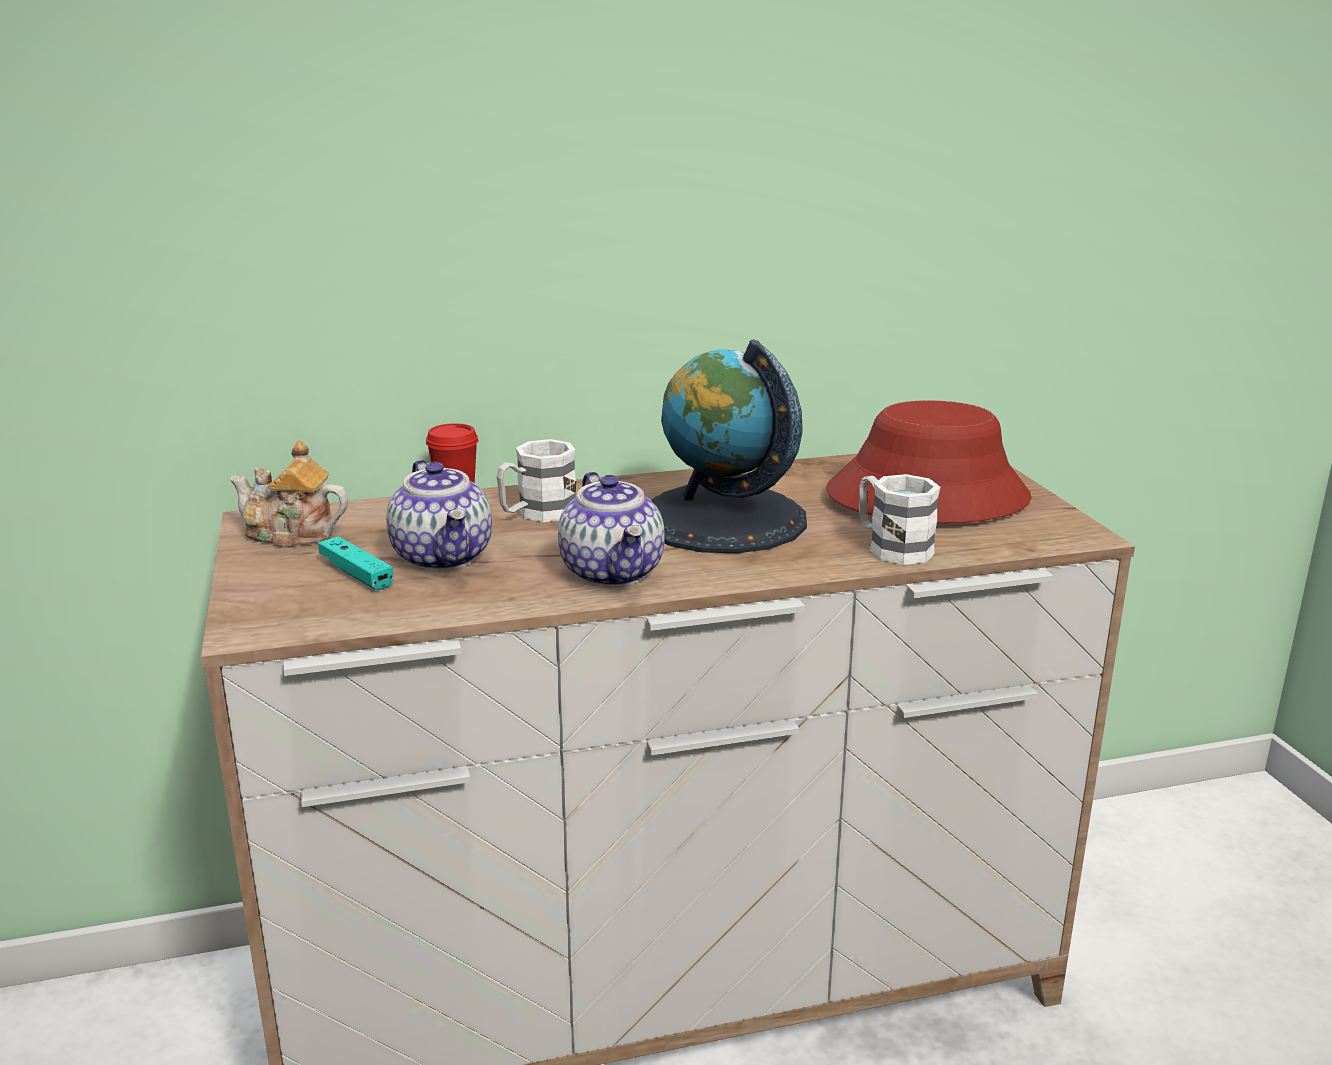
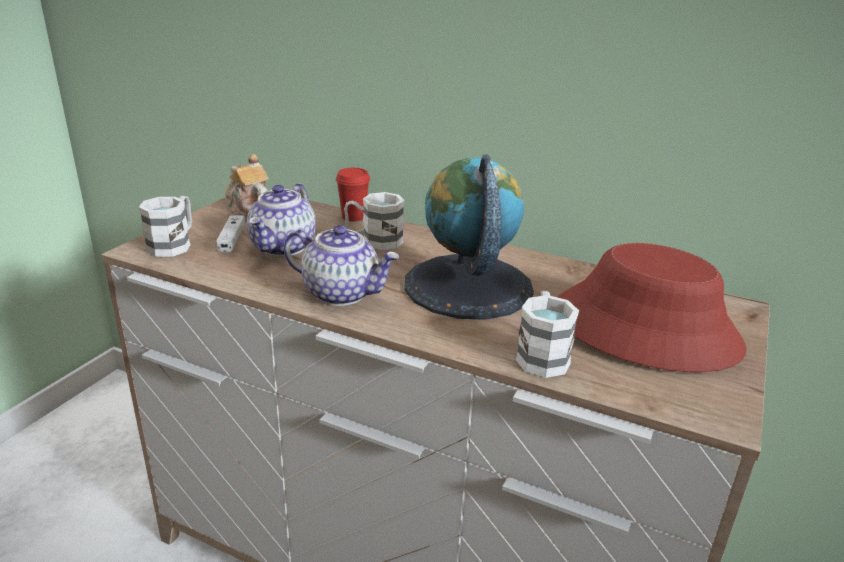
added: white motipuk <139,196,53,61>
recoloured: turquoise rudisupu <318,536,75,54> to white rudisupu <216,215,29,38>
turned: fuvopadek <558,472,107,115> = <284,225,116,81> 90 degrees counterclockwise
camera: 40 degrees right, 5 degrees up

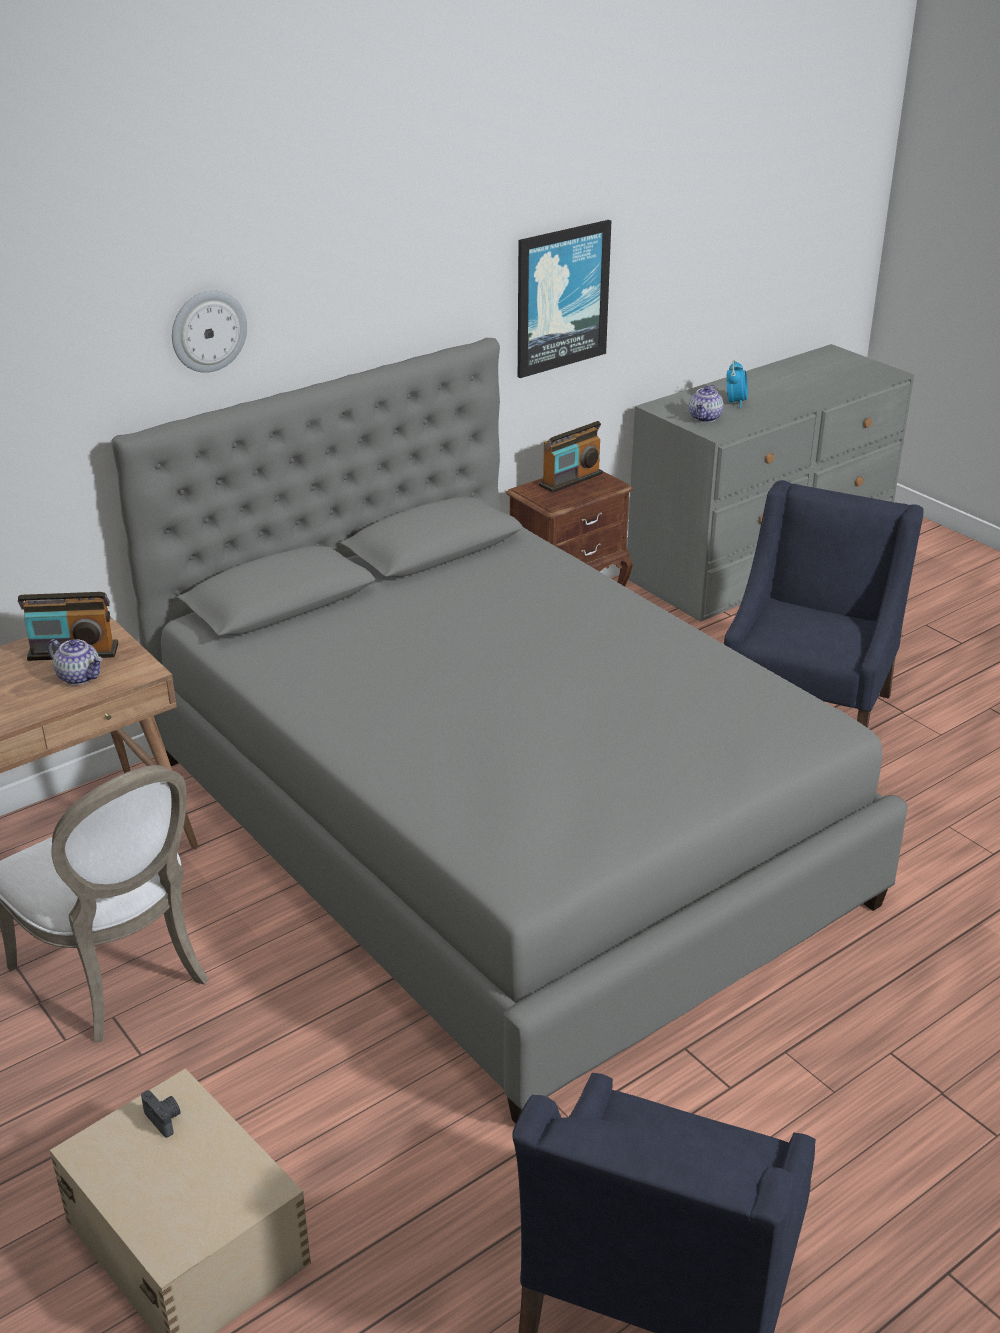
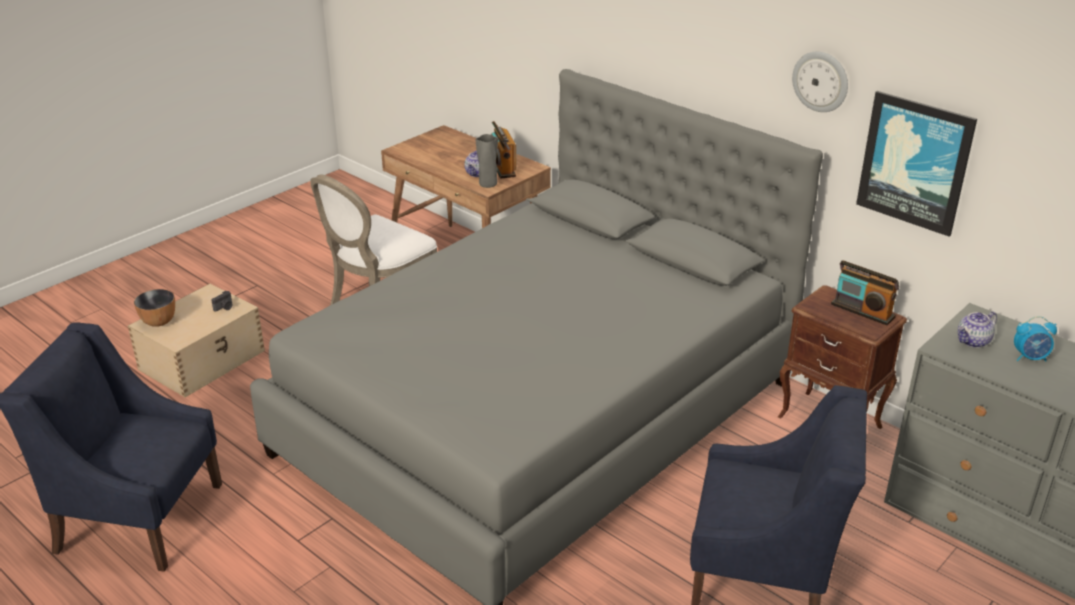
added: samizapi <134,289,41,38>; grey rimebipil <476,134,22,54>
moved: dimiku <172,291,75,82> to <792,52,56,60>
turned: fuvopadek <689,385,34,37> = <958,311,39,37> 45 degrees counterclockwise
camera: 80 degrees right, 0 degrees up

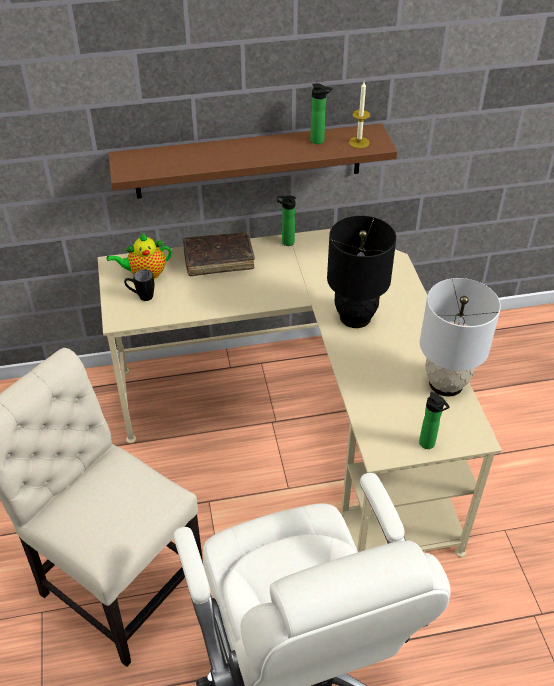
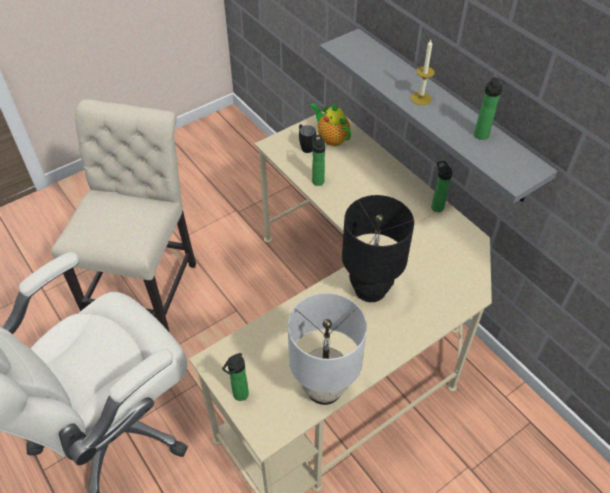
removed: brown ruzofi <183,232,72,44>
added: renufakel <312,135,14,51>
moved: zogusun <349,82,21,66> to <411,40,24,65>
recoloured: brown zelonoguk <108,123,289,76> to grey zelonoguk <320,28,237,176>
camera: 65 degrees right, 5 degrees up

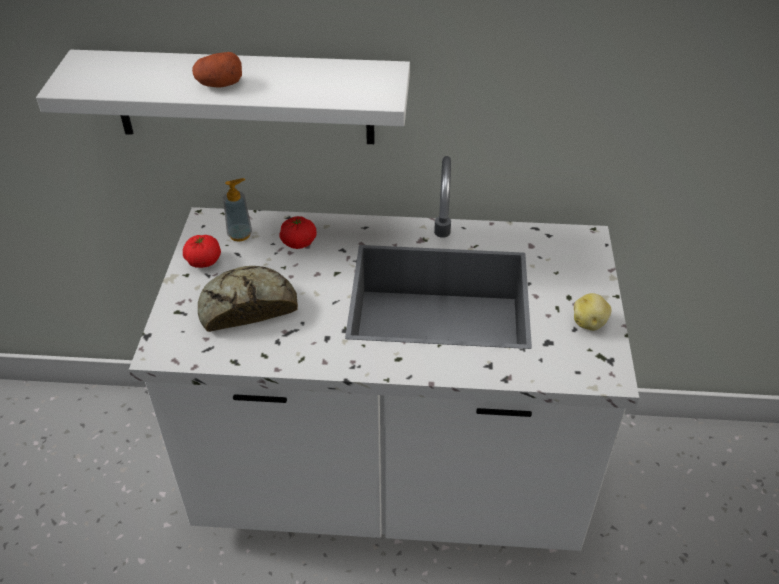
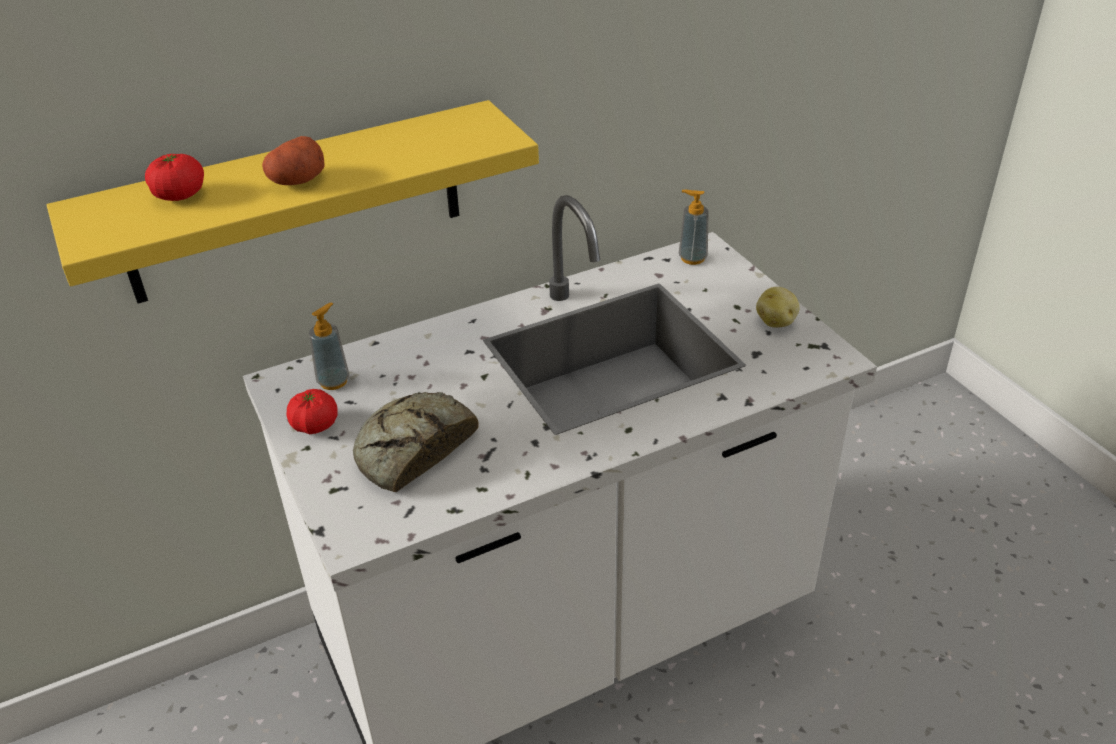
added: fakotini <679,190,30,75>
moved: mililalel <279,216,38,33> to <145,154,59,47>
recoloured: white zelonoguk <36,50,374,94> to yellow zelonoguk <47,100,492,204>
camera: 30 degrees left, 5 degrees down

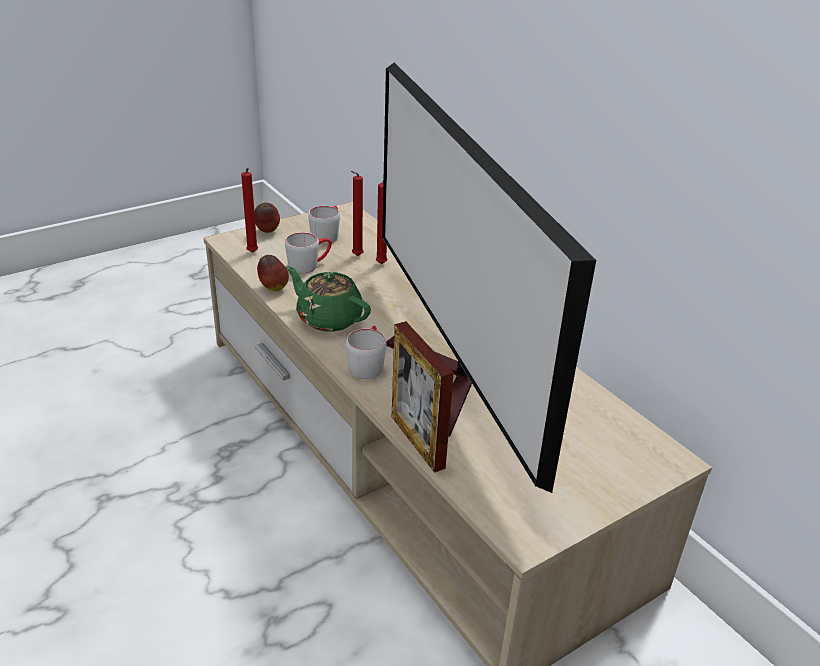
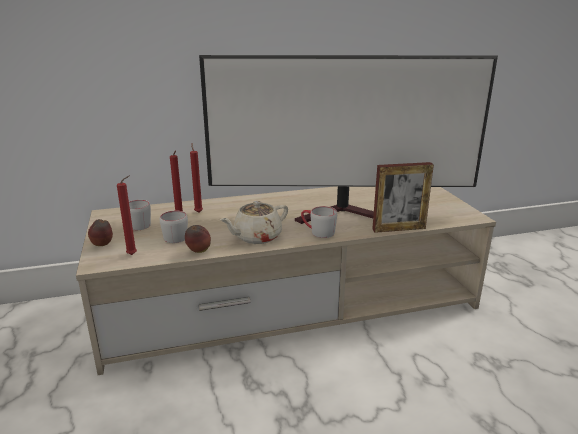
recoloured: green fuvopadek <286,266,85,66> to beige fuvopadek <220,201,68,43>
camera: 70 degrees left, 10 degrees down

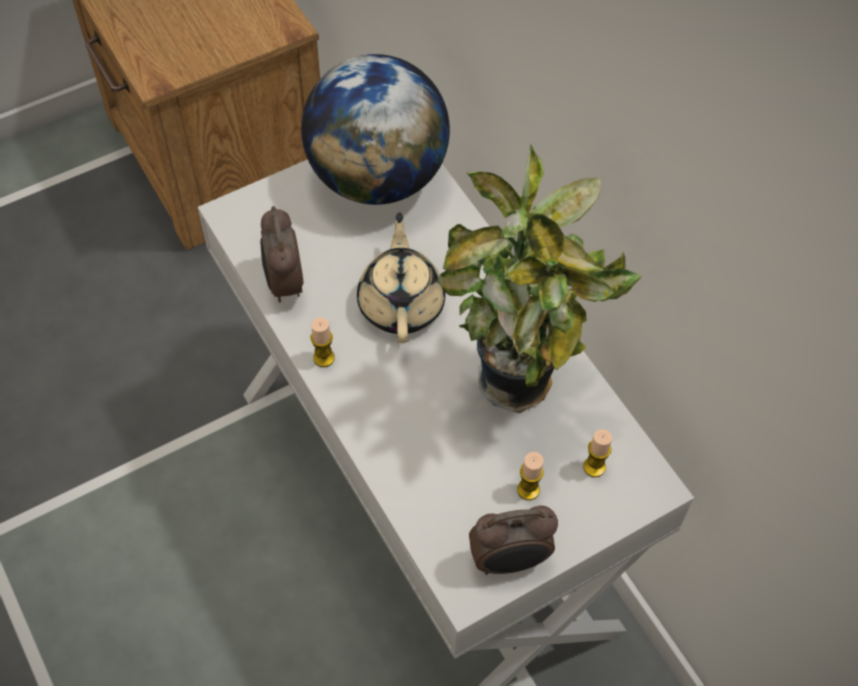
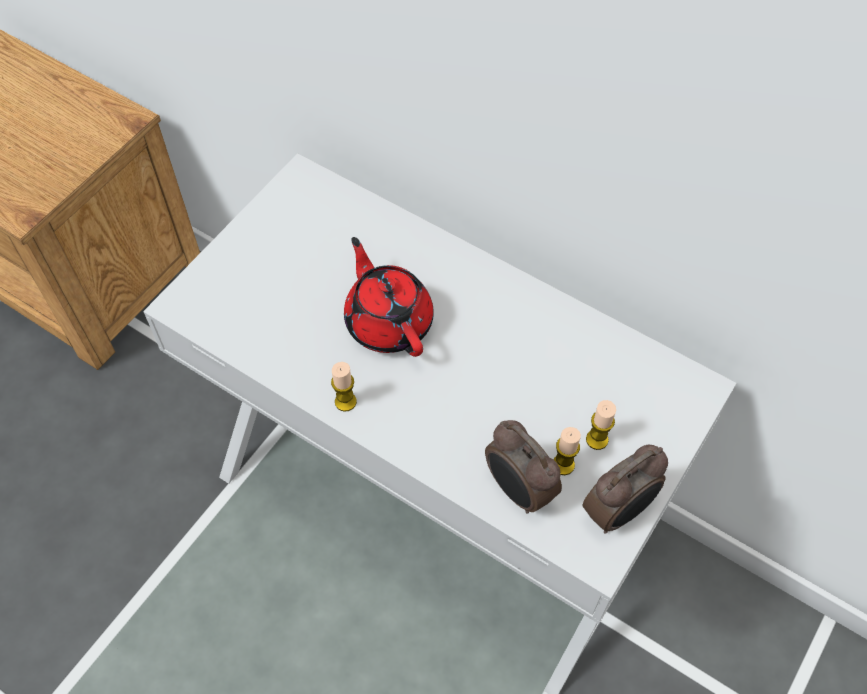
removed: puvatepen <301,54,149,151>; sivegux <437,143,205,270>
moved: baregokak <260,206,44,97> to <485,420,77,93>; zogusun <583,429,29,48> to <553,427,28,48>
recoloured: beige fuvopadek <357,212,89,131> to red fuvopadek <344,237,90,120>
camera: 25 degrees left, 0 degrees up

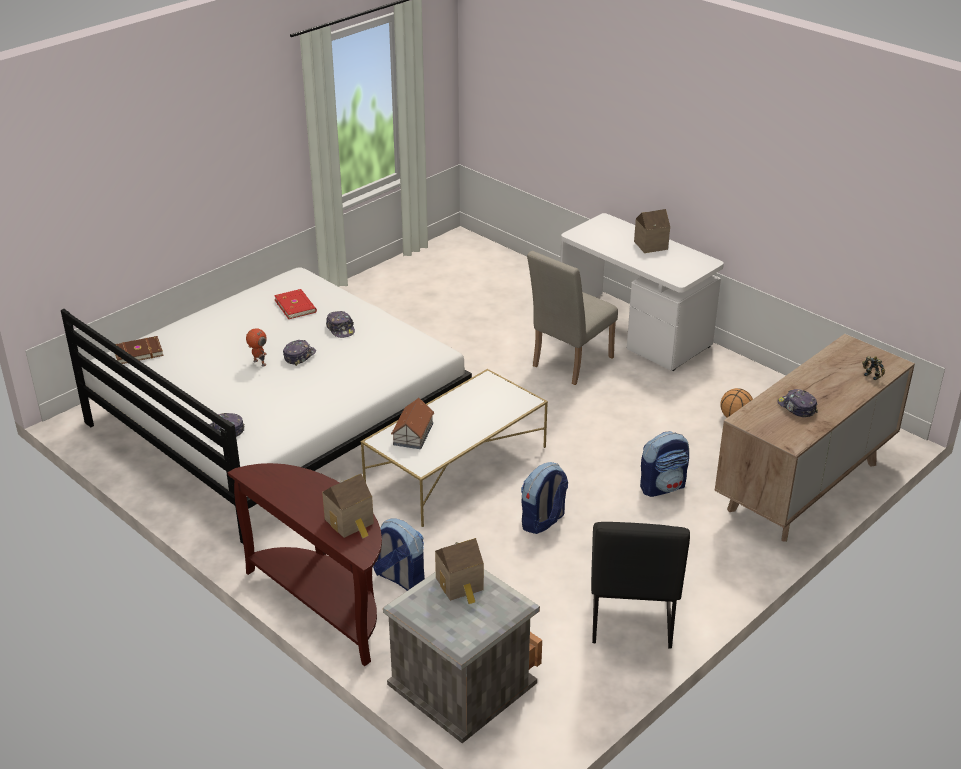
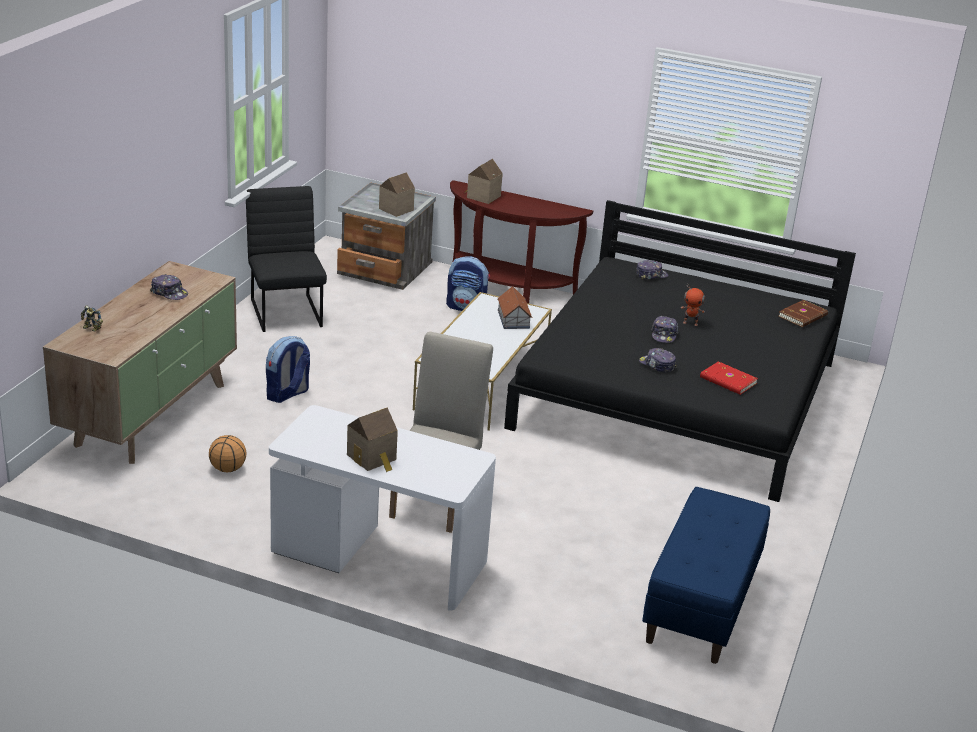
removed: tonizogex <521,462,47,72>
added: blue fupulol <642,487,128,177>
recoloured: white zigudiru <61,268,411,276> to black zigudiru <504,200,352,302>
camera: 155 degrees right, 5 degrees down

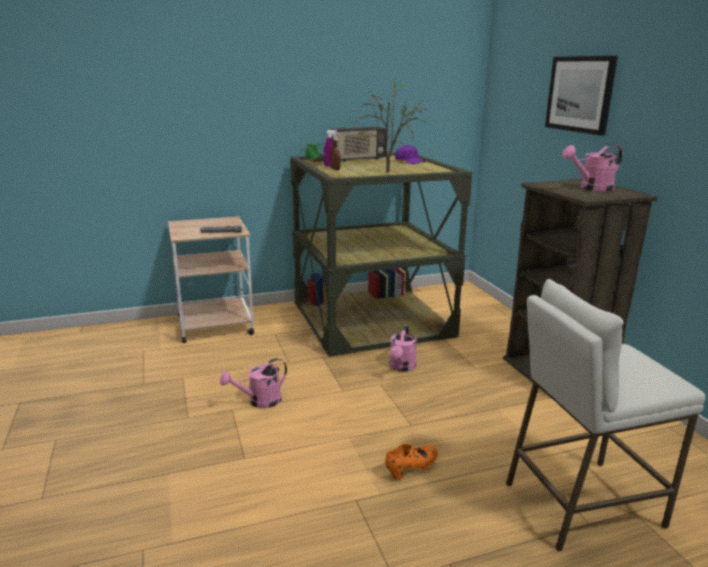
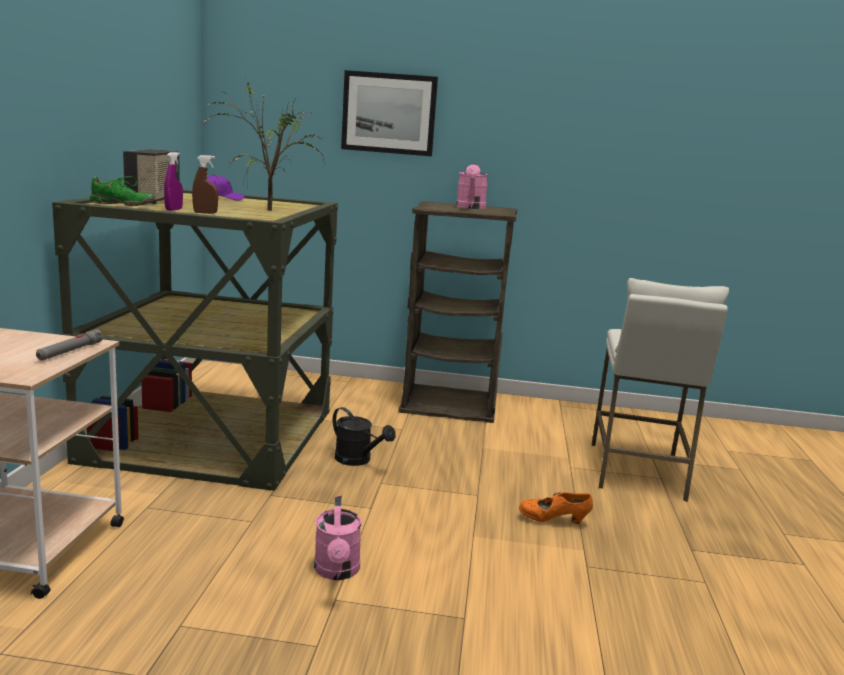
recoloured: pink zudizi <389,325,28,47> to black zudizi <333,407,62,59>
turned: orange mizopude <385,444,53,36> = <519,492,74,32> 75 degrees counterclockwise
camera: 65 degrees left, 5 degrees down

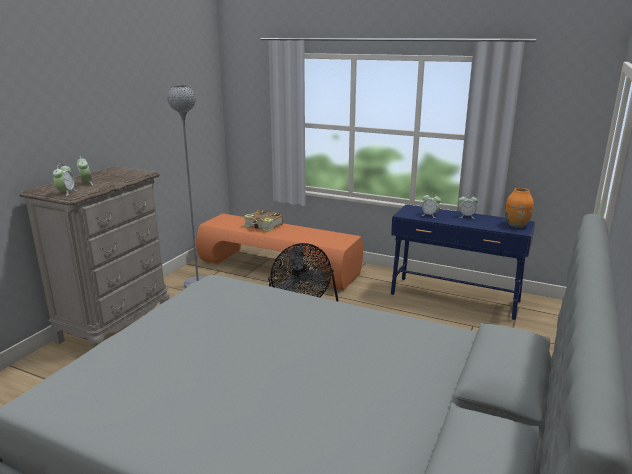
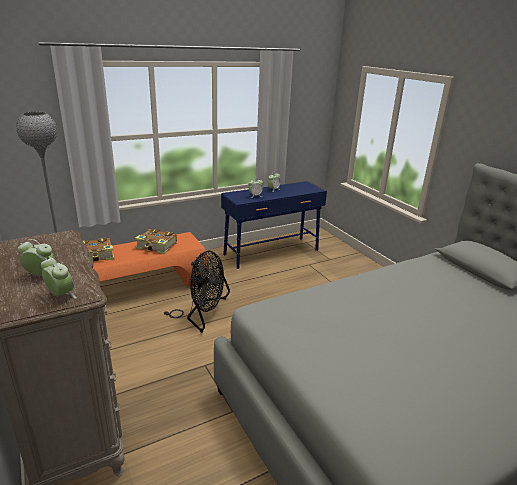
removed: orange rimebipil <505,188,29,40>
added: ruzofi <135,229,42,25>
camera: 55 degrees left, 5 degrees up

